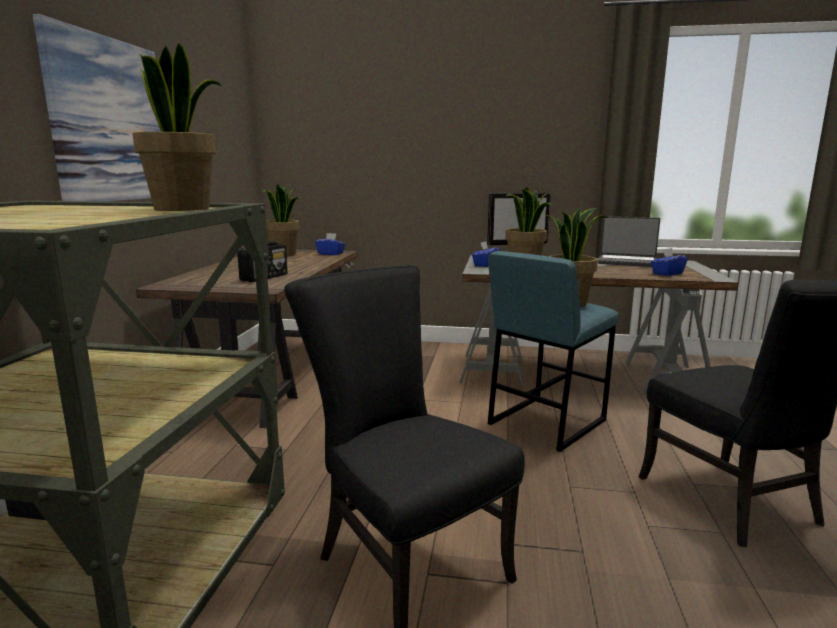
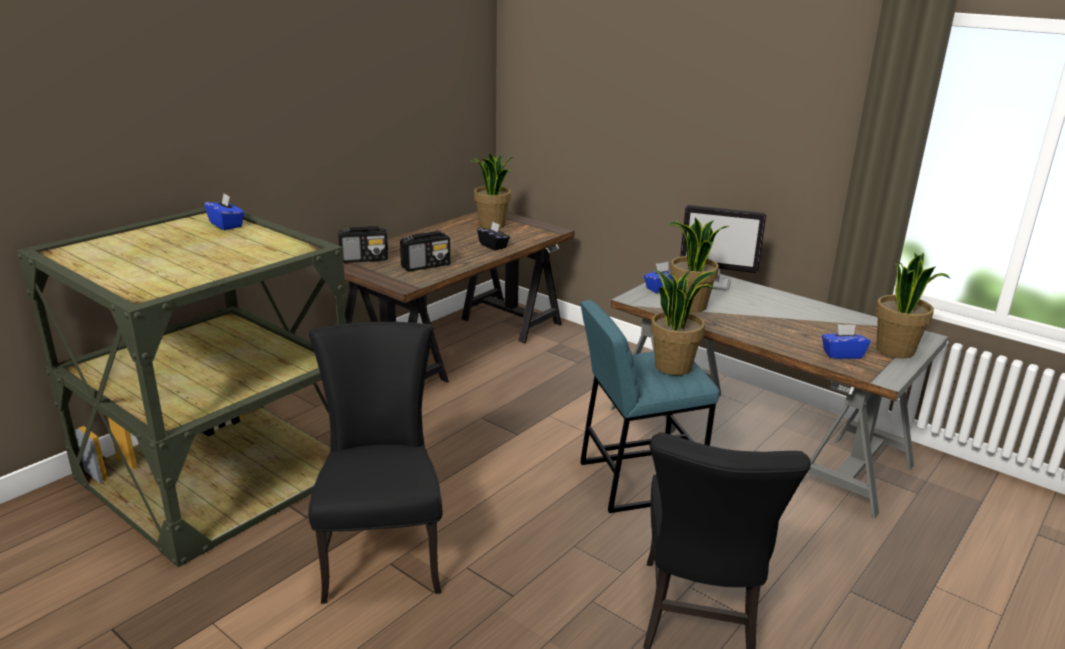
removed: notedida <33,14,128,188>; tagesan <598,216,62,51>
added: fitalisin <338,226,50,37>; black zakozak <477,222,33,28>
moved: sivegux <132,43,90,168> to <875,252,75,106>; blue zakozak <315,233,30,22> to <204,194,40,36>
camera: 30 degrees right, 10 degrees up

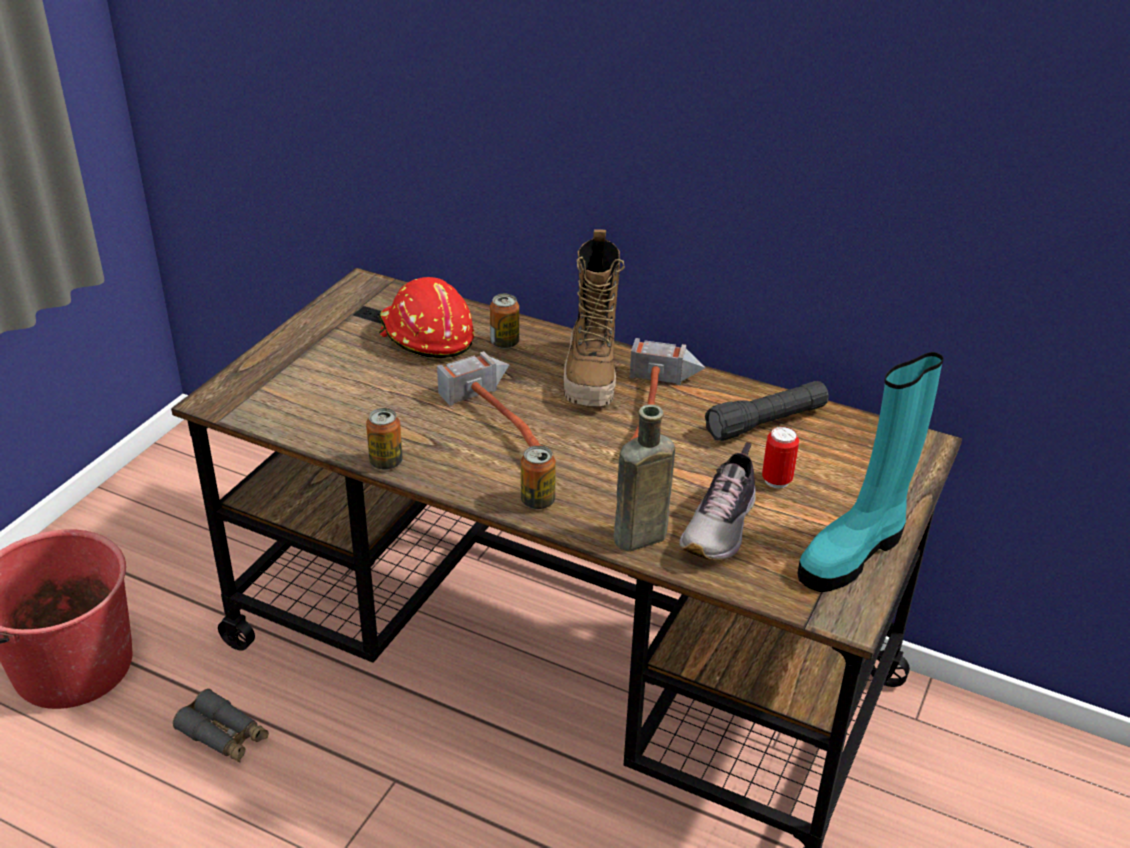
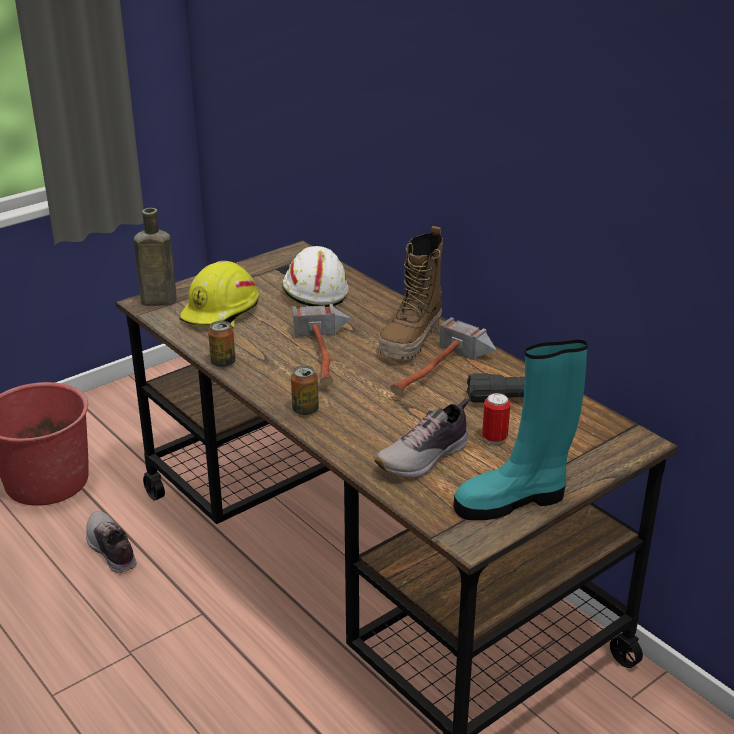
removed: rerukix <490,294,29,55>
added: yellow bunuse <179,261,80,67>
moved: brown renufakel <614,404,61,148> to <134,208,43,98>
replaced: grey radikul <173,689,96,73> to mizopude <86,511,51,62>
recoloured: red bunuse <379,277,95,82> to white bunuse <282,246,66,61>
camera: 25 degrees right, 5 degrees down

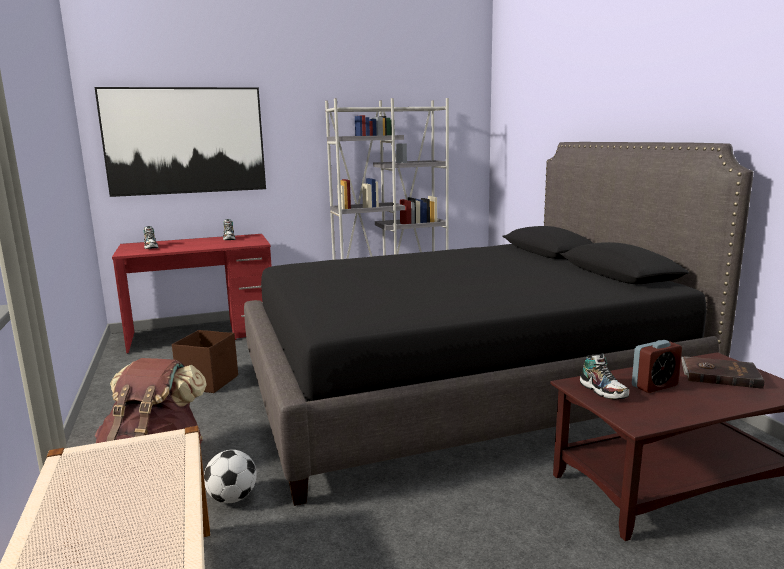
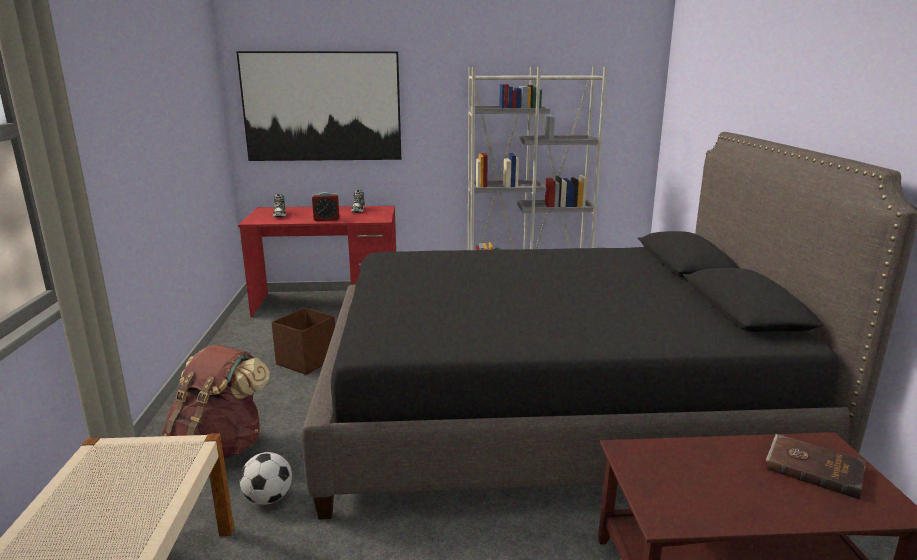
removed: mizopude <580,353,49,47>
moved: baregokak <632,340,50,53> to <312,192,27,29>
camera: 15 degrees right, 5 degrees up

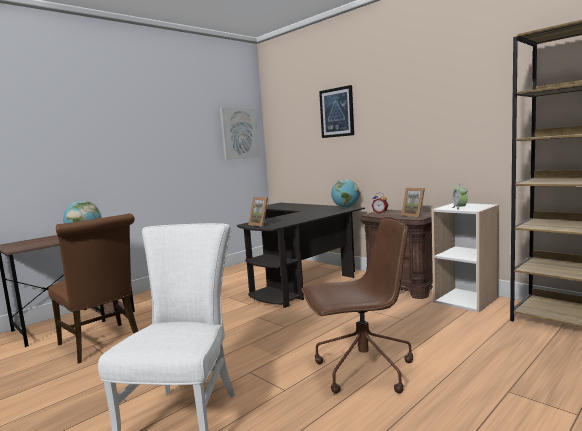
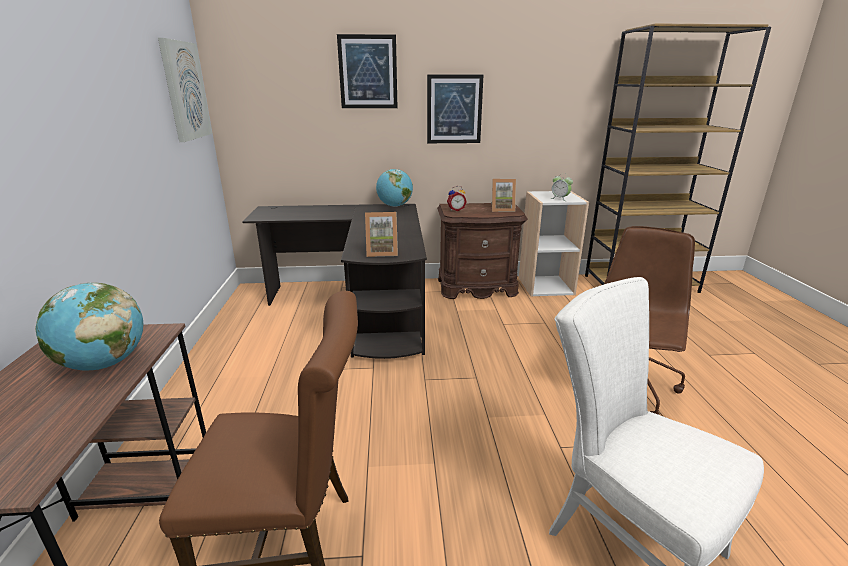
added: notedida <427,74,56,69>
camera: 50 degrees left, 15 degrees up

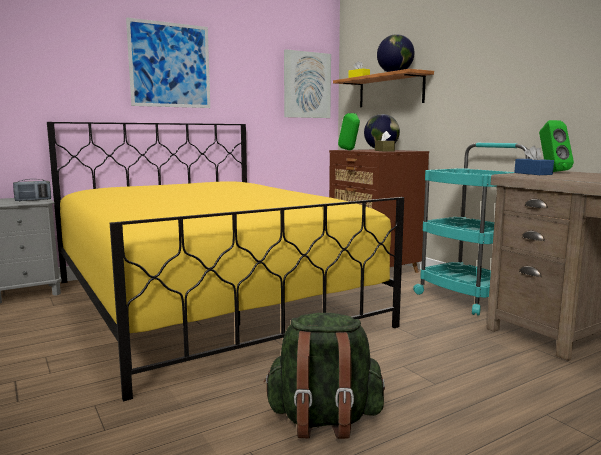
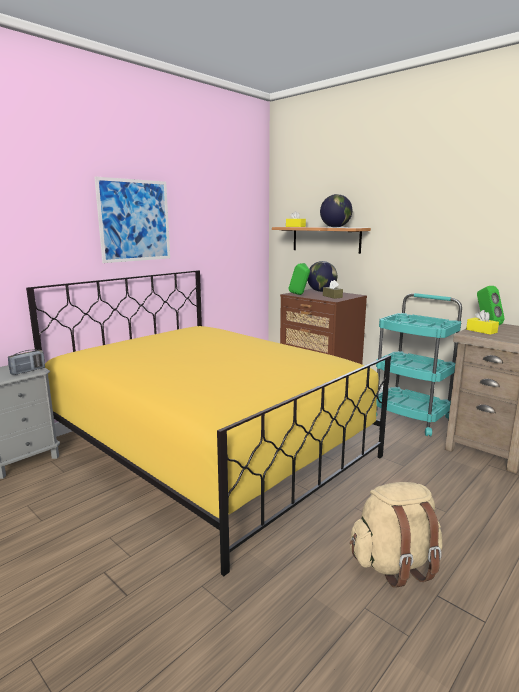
removed: notedida <284,49,47,69>
recoloured: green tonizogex <263,313,122,126> to beige tonizogex <350,482,92,106>; blue zakozak <514,145,40,30> to yellow zakozak <466,310,33,25>
camera: 15 degrees left, 5 degrees up

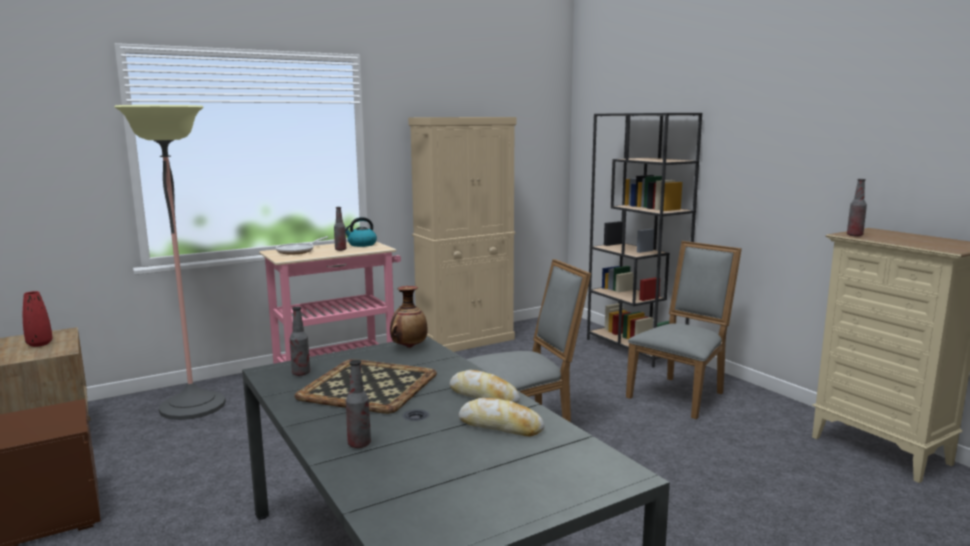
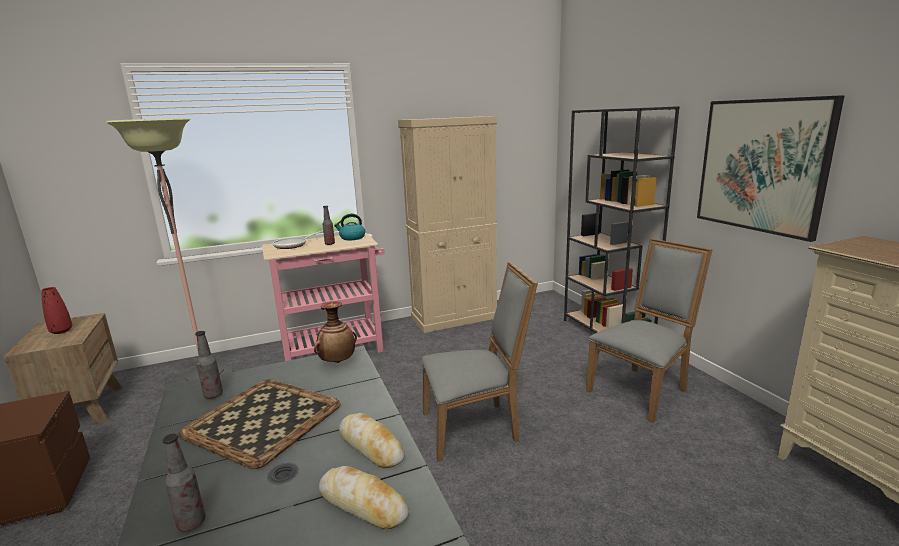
removed: renufakel <847,179,20,58>
added: notedida <697,95,148,147>
camera: 10 degrees right, 5 degrees up

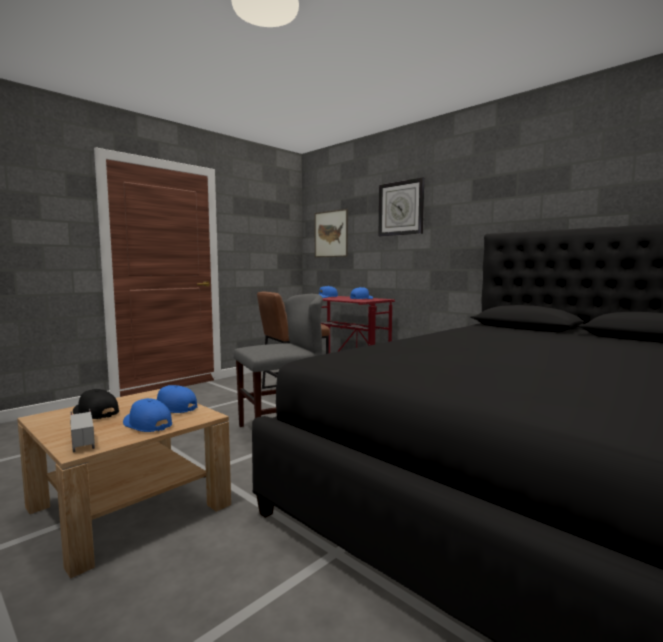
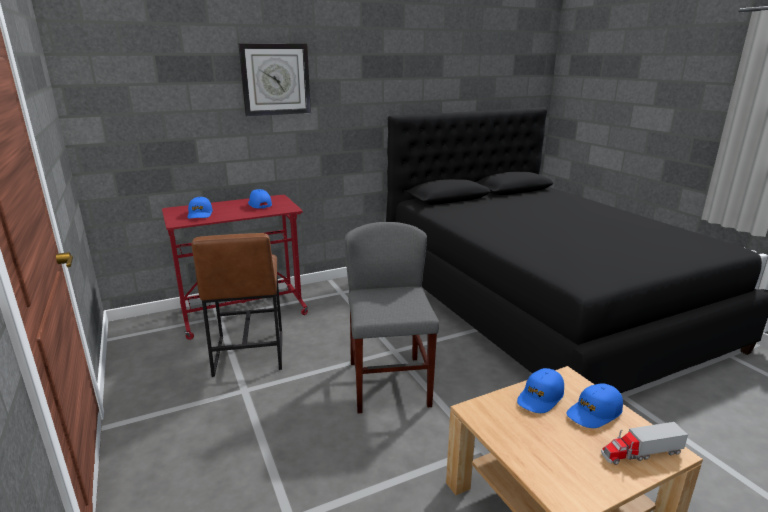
removed: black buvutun <73,389,46,30>; notedida <314,209,34,49>
camera: 70 degrees left, 15 degrees up

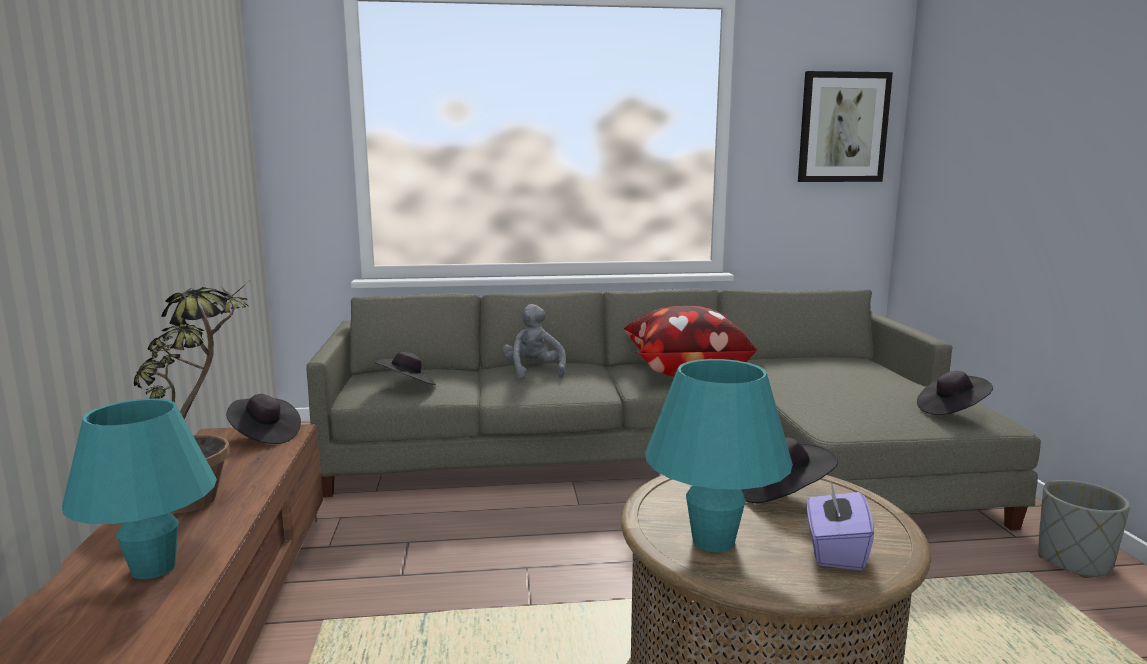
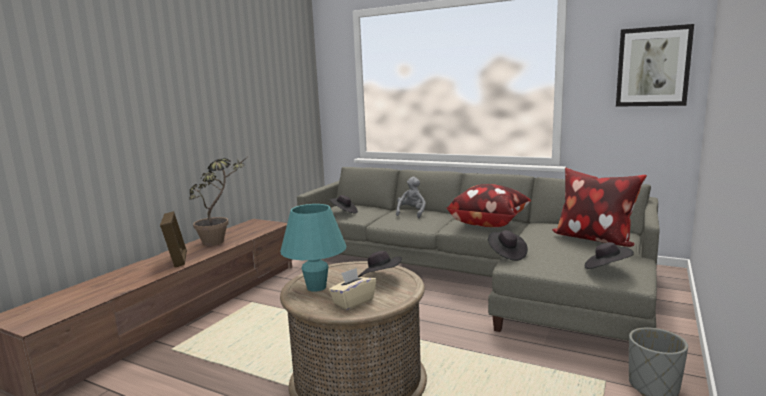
added: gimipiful <552,168,95,79>
moved: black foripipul <227,394,74,50> to <488,230,40,31>
replaced: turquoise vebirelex <62,399,155,180> to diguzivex <160,211,27,56>
recoloured: purple zakozak <807,481,67,89> to beige zakozak <329,268,47,42>
camera: 35 degrees right, 0 degrees up

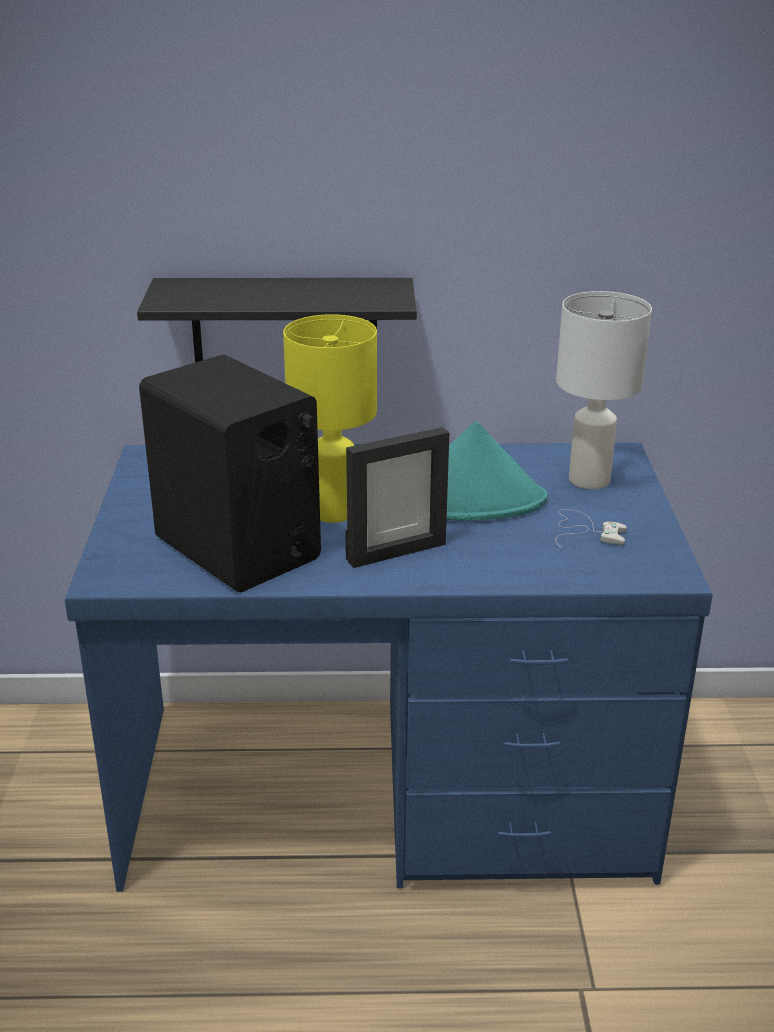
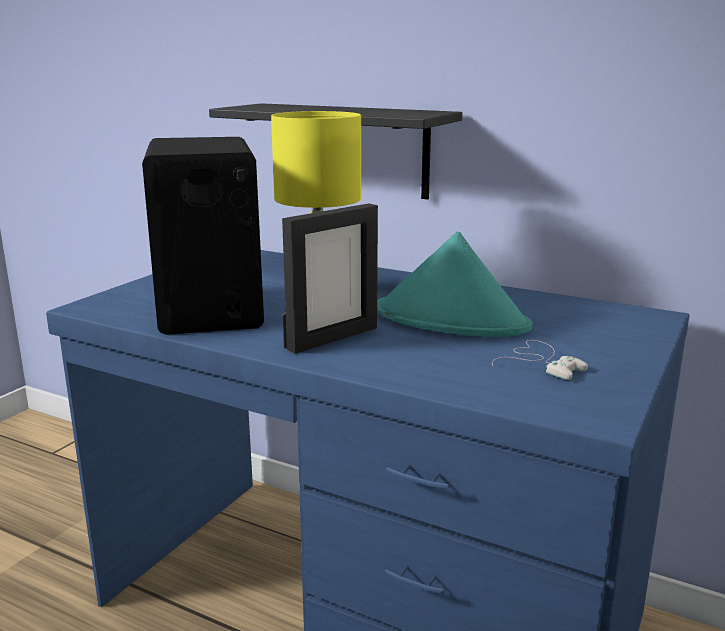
removed: white vebirelex <556,291,96,199>
turned: diguzivex <345,427,104,141> = <282,203,96,151> 45 degrees counterclockwise
camera: 30 degrees right, 10 degrees down

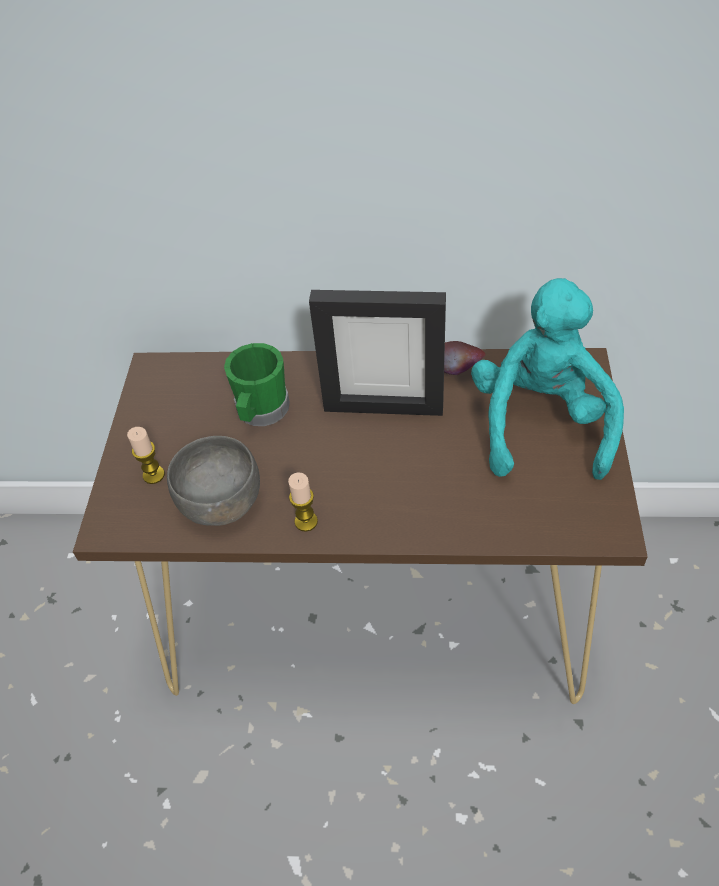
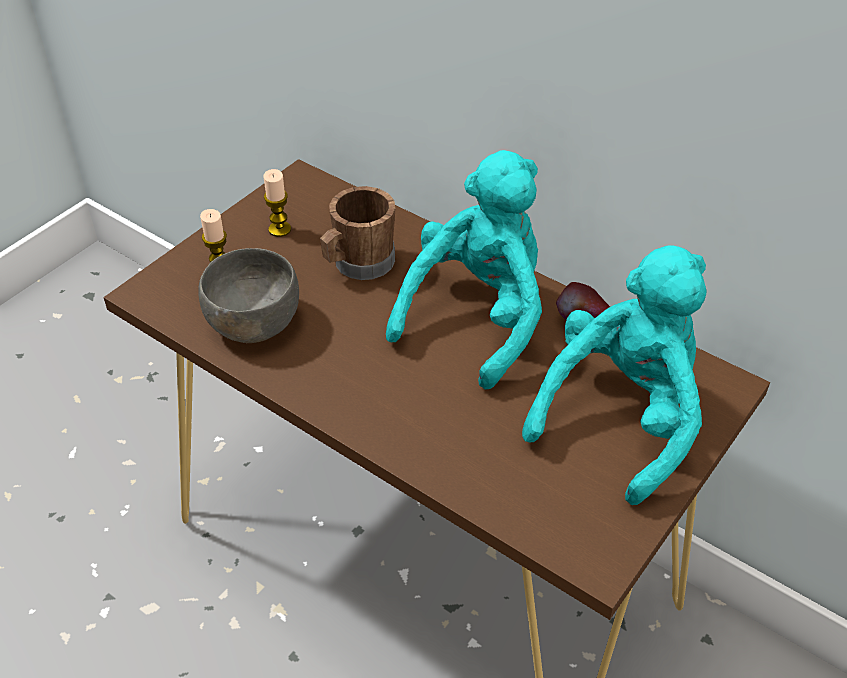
moved: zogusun <288,472,30,60> to <264,169,27,68>
replaced: diguzivex <309,290,137,126> to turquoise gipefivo <386,150,156,239>
recoloured: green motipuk <224,343,66,83> to brown motipuk <320,186,75,94>
camera: 30 degrees right, 5 degrees down

